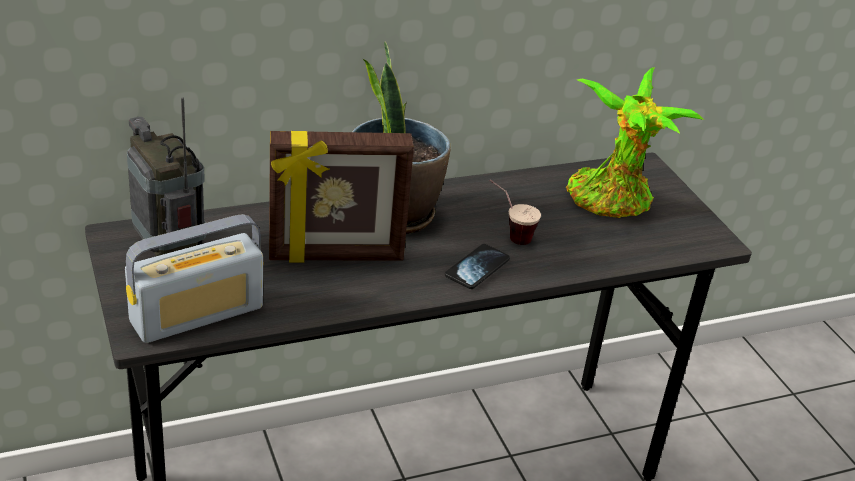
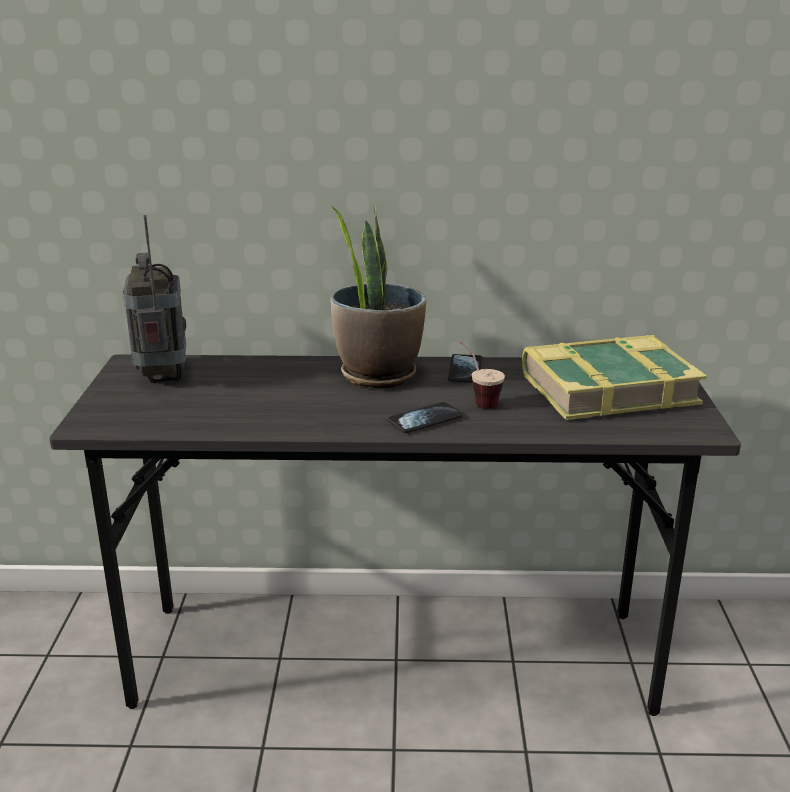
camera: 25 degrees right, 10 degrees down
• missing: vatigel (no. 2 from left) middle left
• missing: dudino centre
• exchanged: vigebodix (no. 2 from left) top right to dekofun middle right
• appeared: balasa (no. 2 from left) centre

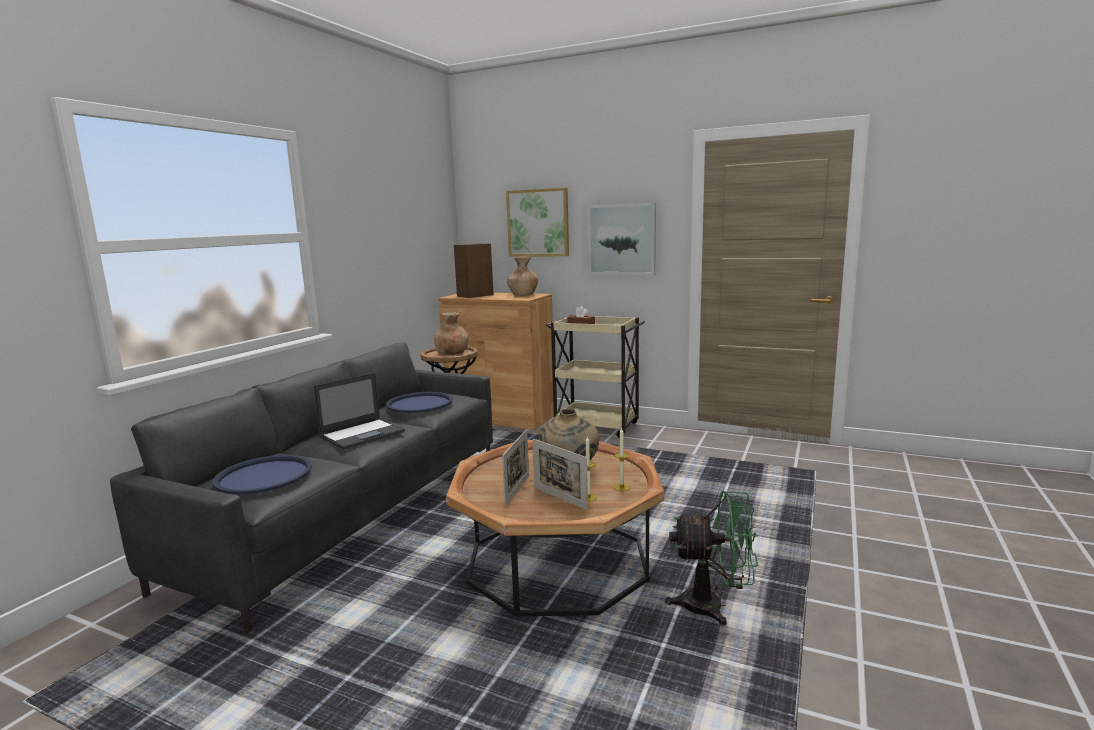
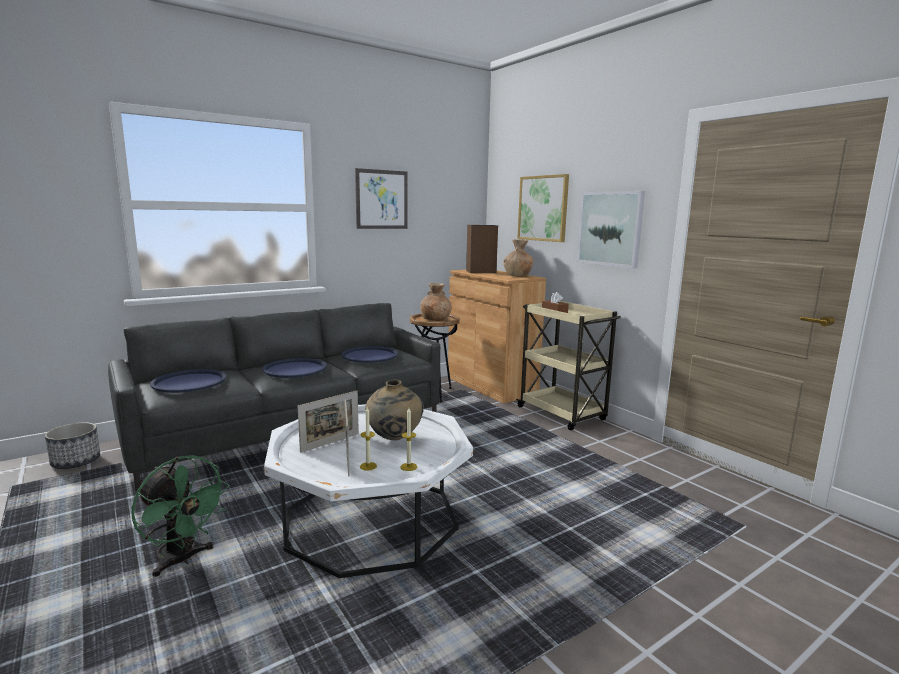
camera: 30 degrees right, 0 degrees up
• exchanged: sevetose middle left to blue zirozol (no. 2 from left) middle left
• colour: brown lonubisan bottom centre to white lonubisan bottom centre
• relocated: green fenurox bottom centre to bottom left
• appeared: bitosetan middle left
• appeared: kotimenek (no. 1 from left) top centre

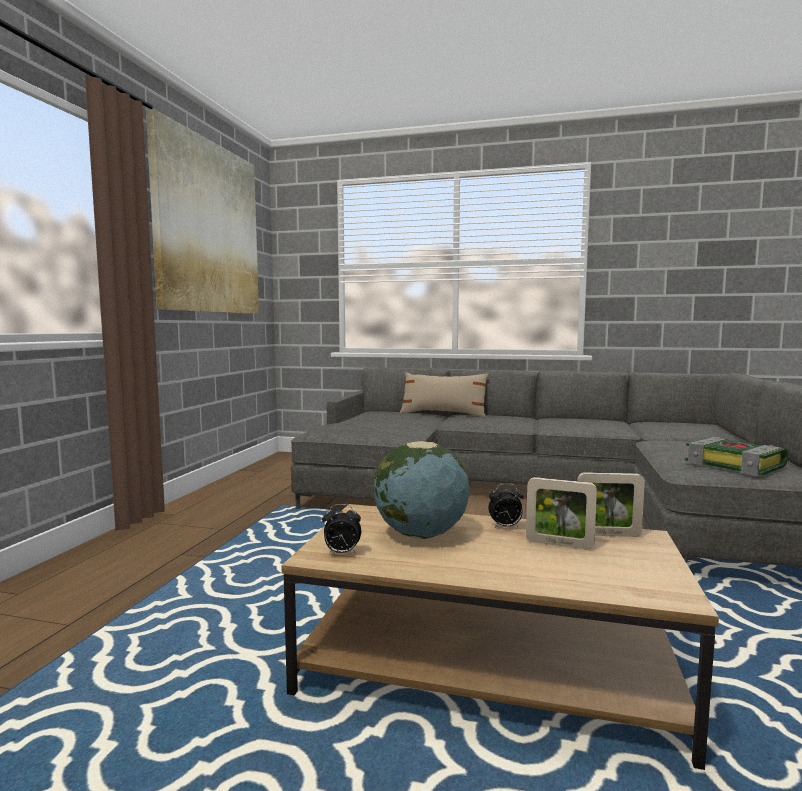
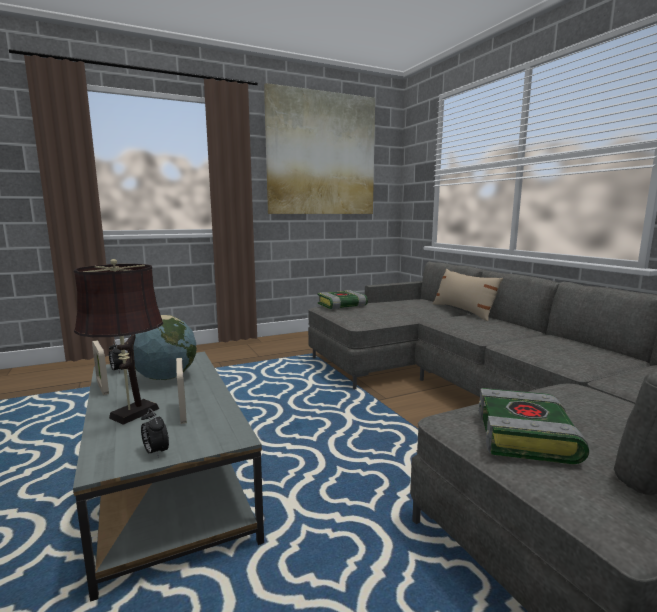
camera: 50 degrees right, 5 degrees up
• colour: brown lonubisan bottom centre to grey lonubisan bottom left
• relocated: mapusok (no. 2 from left) centre to bottom left
• relocated: dudino (no. 2 from left in the first image) middle right to dudino (no. 1 from left) middle left
• appeared: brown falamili middle left
• appeared: dekofun (no. 1 from left) centre

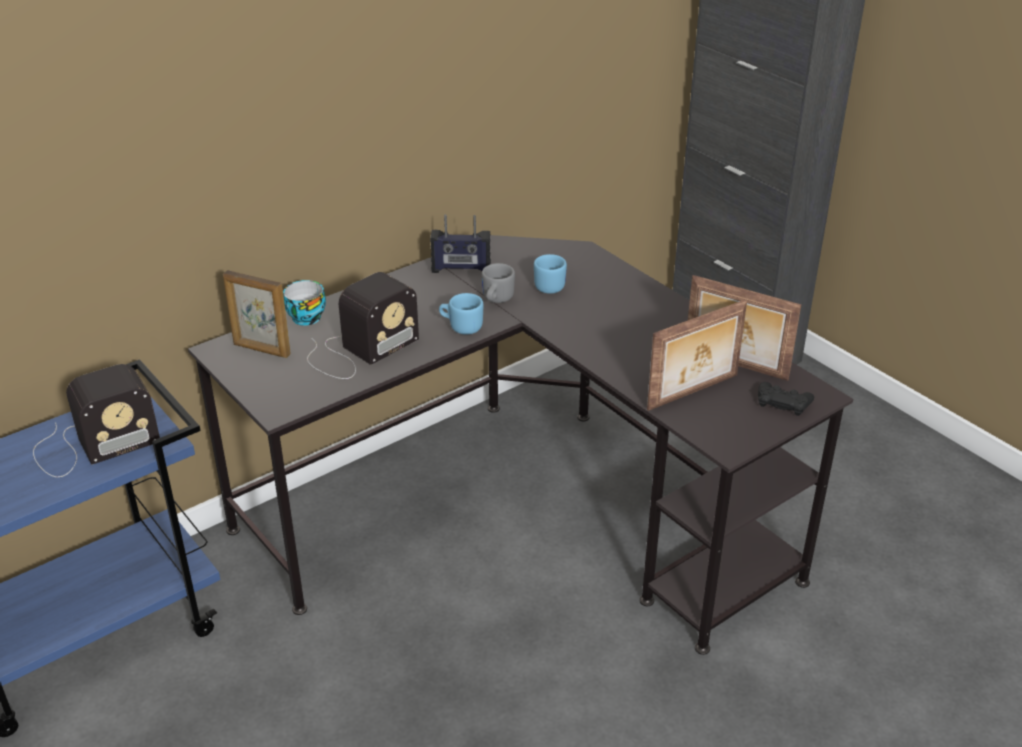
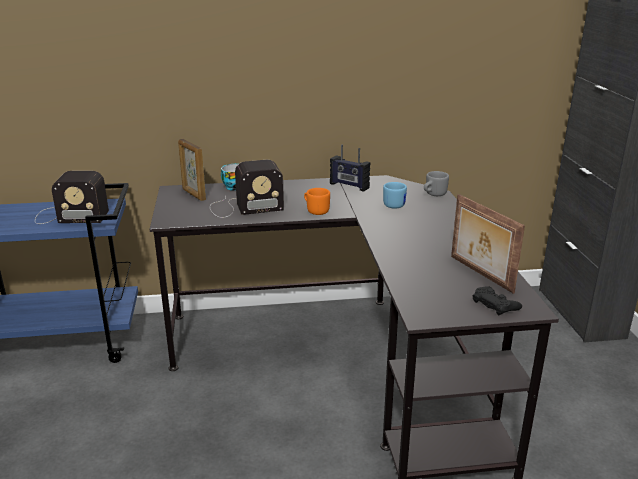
camera: 30 degrees right, 10 degrees down
• colour: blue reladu (no. 1 from left) centre to orange reladu centre
• relocated: grey reladu centre to middle right
• missing: dudino (no. 2 from left) middle right

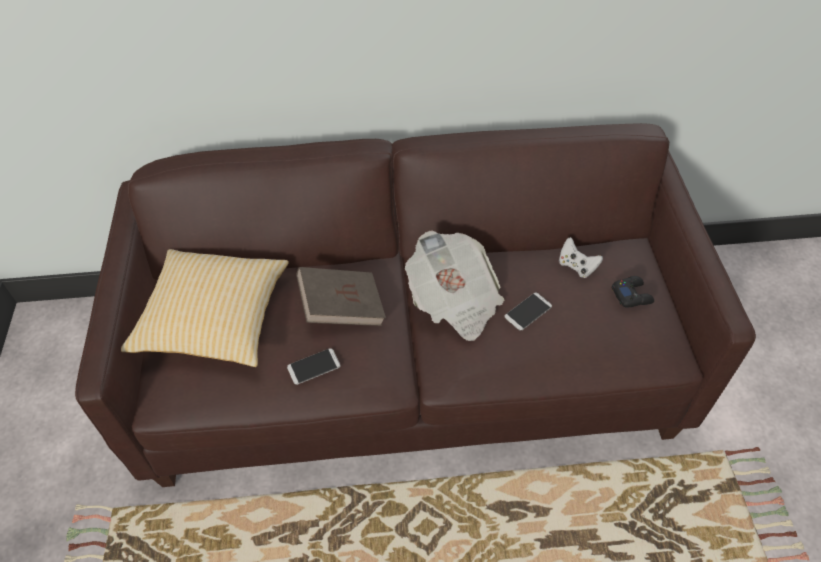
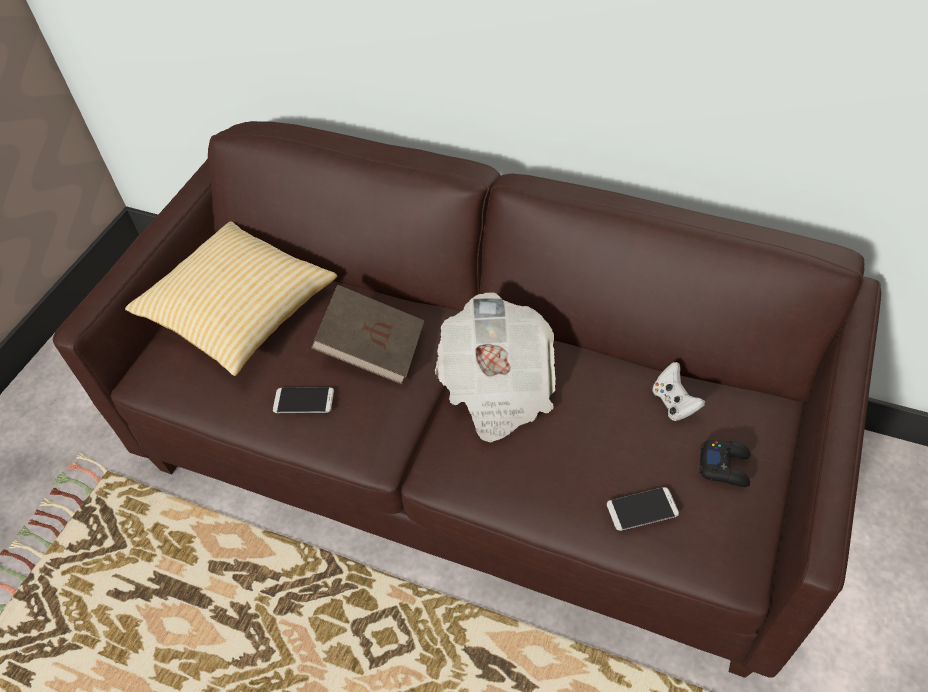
camera: 30 degrees right, 0 degrees up
• relocated: balasa (no. 2 from left) centre to bottom right

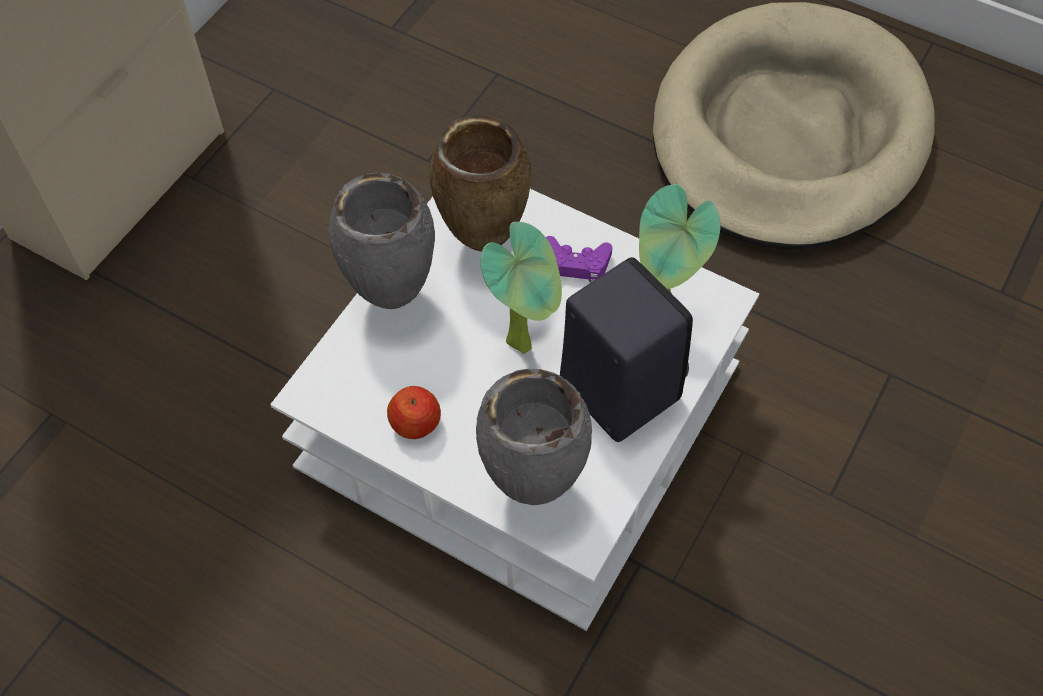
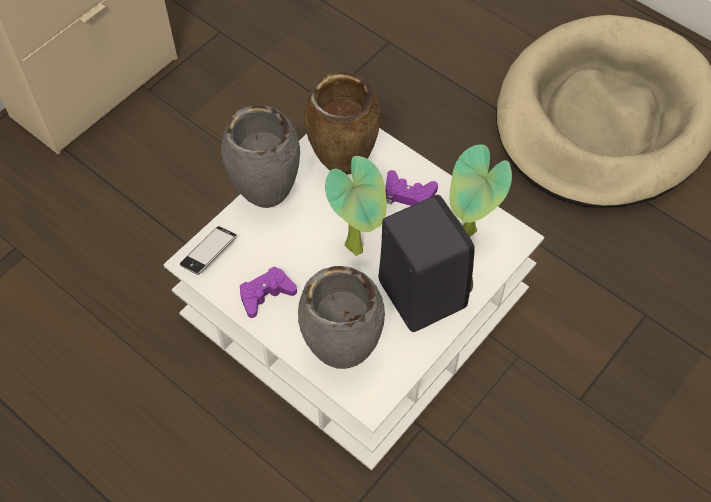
camera: 10 degrees right, 0 degrees up
• exchanged: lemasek centre to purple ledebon (no. 1 from left) centre
• appeared: balasa middle left

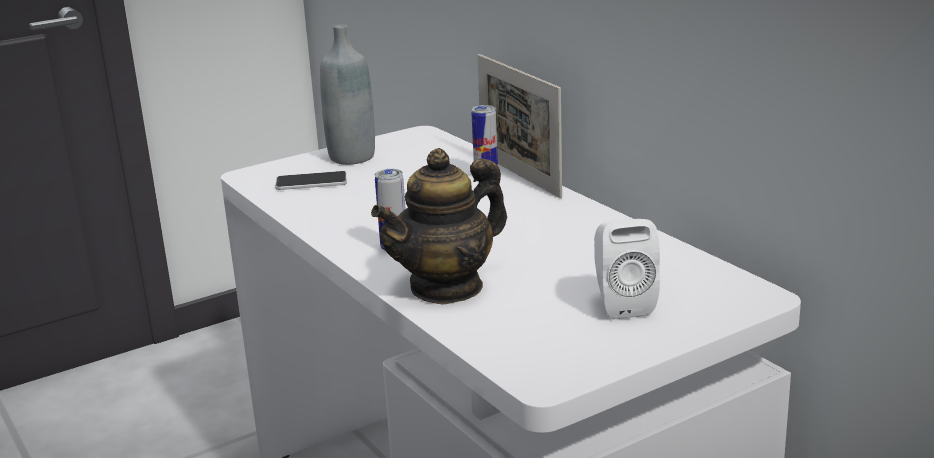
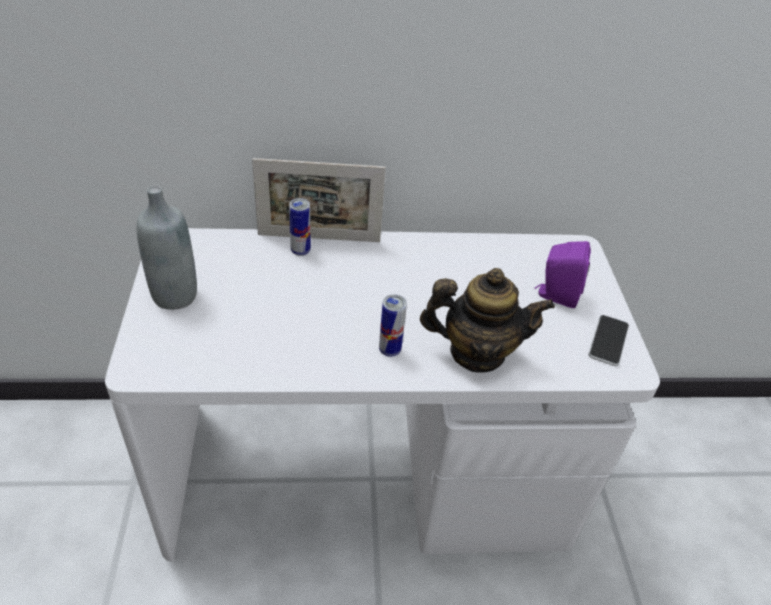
camera: 65 degrees left, 20 degrees up
• relocated: balasa middle left to middle right
• spun: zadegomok centre = centre 75 degrees counterclockwise
• colour: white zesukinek middle right to purple zesukinek middle right

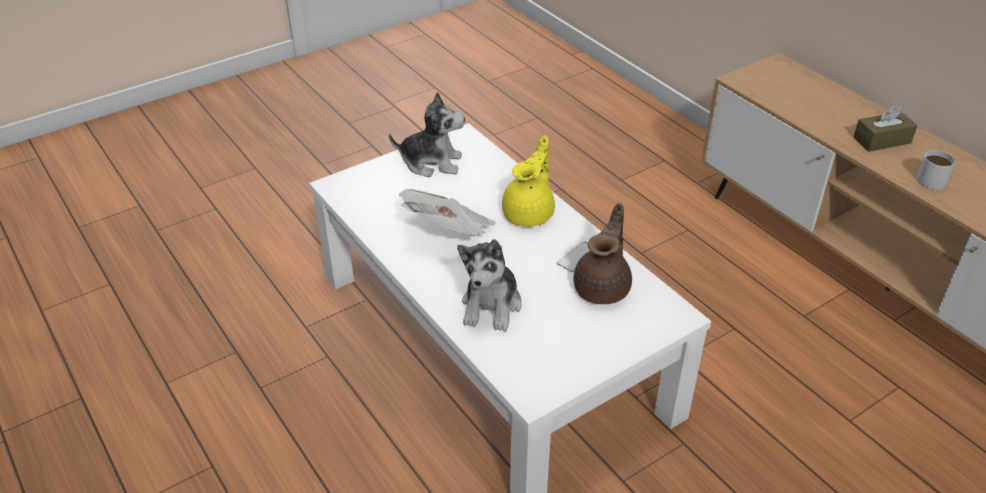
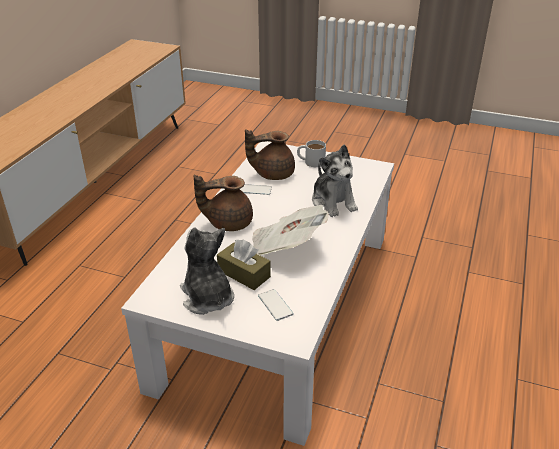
camera: 125 degrees left, 5 degrees down
• spun: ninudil (no. 2 from left) centre = centre 90 degrees clockwise
• colour: yellow zadegomok centre to brown zadegomok (no. 1 from left) centre
• relocated: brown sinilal top right to centre
• relocated: white reladu middle right to centre
• appeared: balasa (no. 2 from left) bottom centre

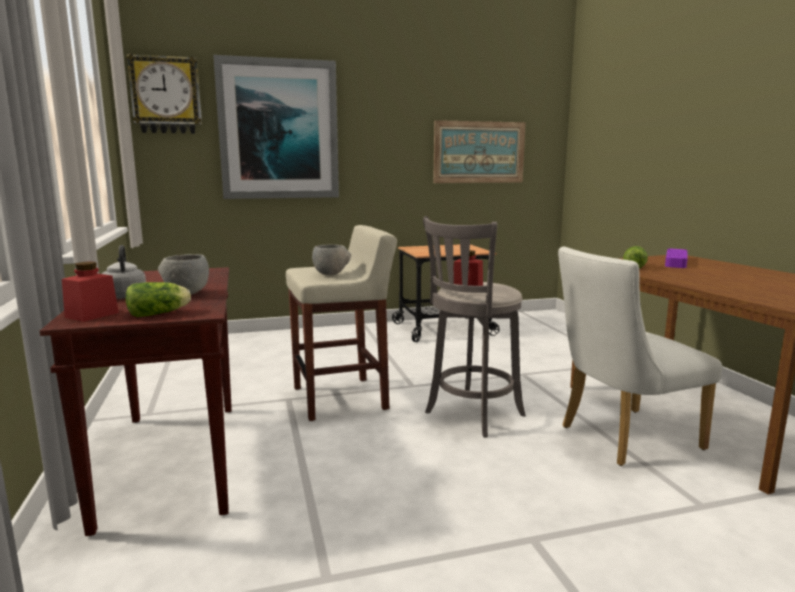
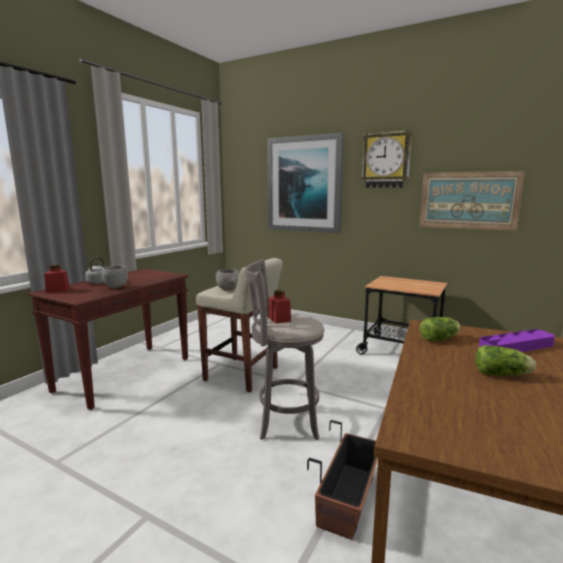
camera: 45 degrees right, 0 degrees up
• relocated: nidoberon top left to top right
• relocated: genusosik (no. 1 from left in the first image) middle left to genusosik (no. 2 from left) middle right
• exchanged: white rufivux middle right to bitosetan bottom centre

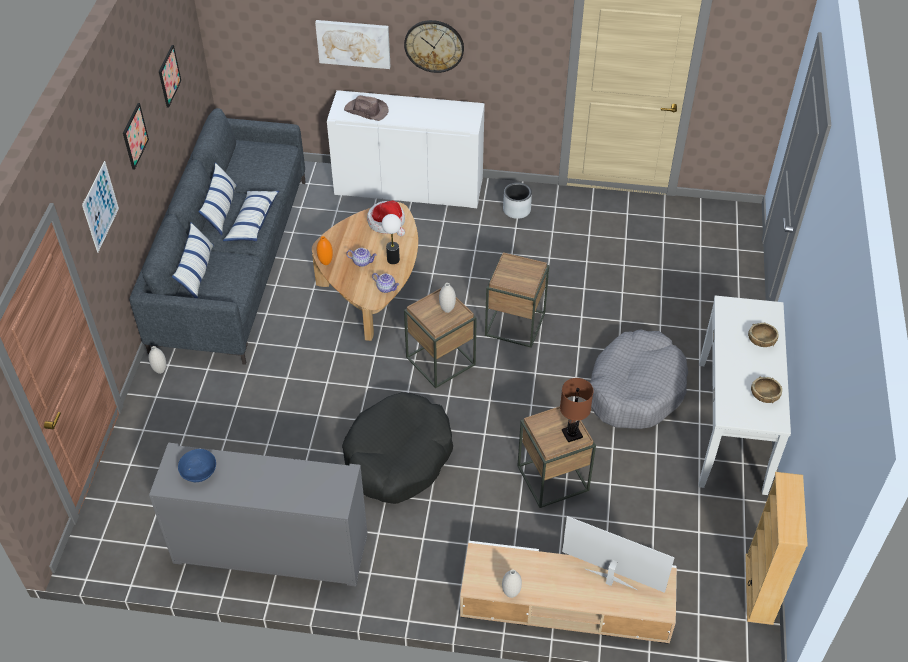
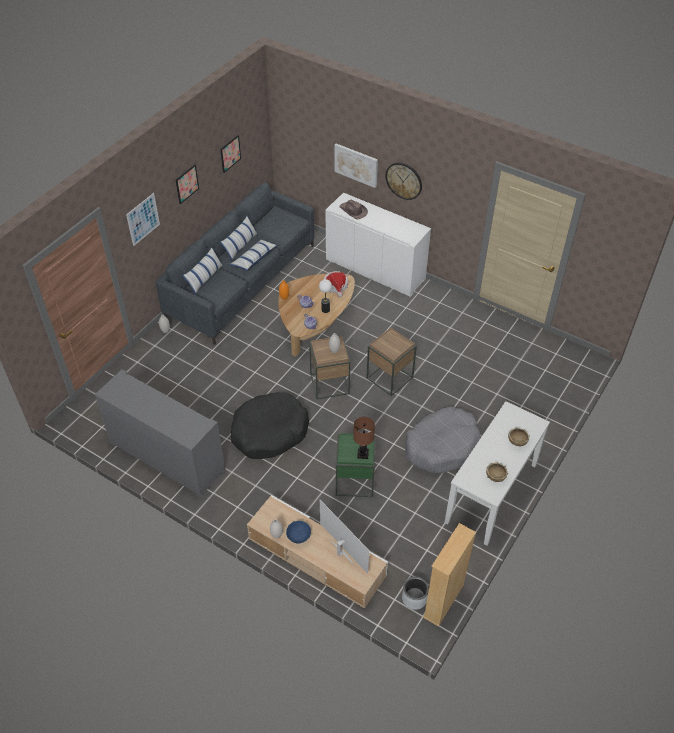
camera: 25 degrees right, 0 degrees up
• relocated: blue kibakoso bottom left to bottom centre
• relocated: grey bitosetan top centre to bottom centre
• colour: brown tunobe (no. 3 from left) bottom centre to green tunobe centre

